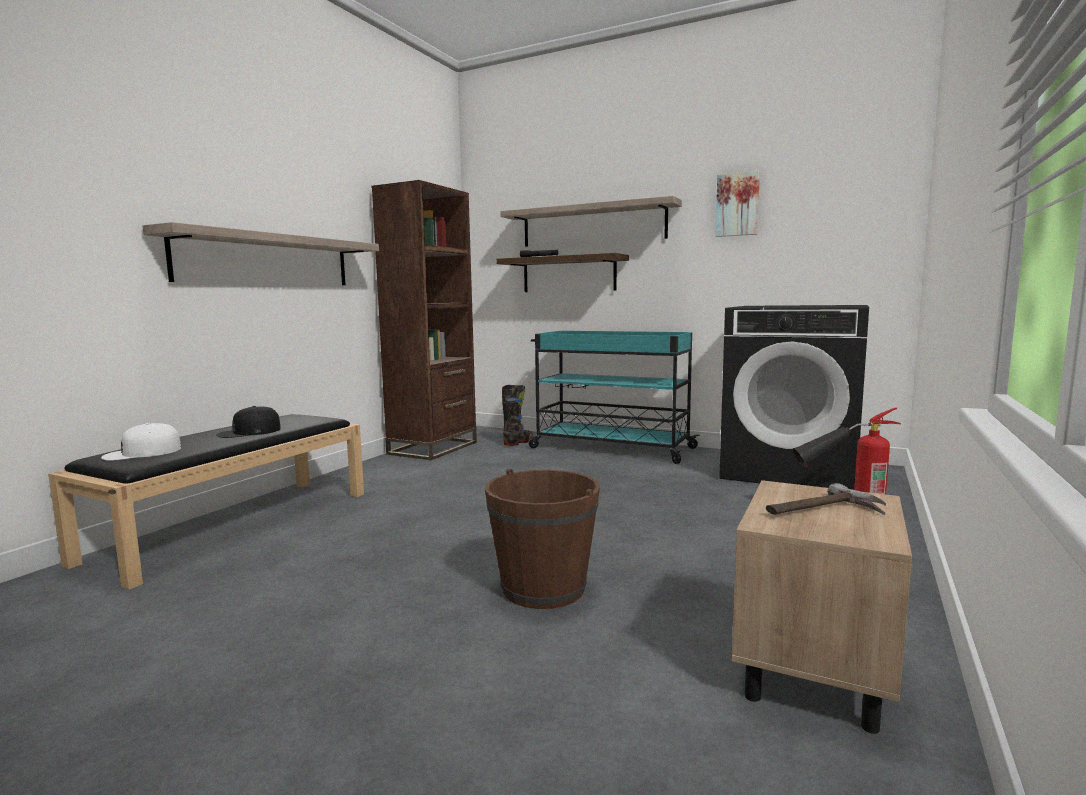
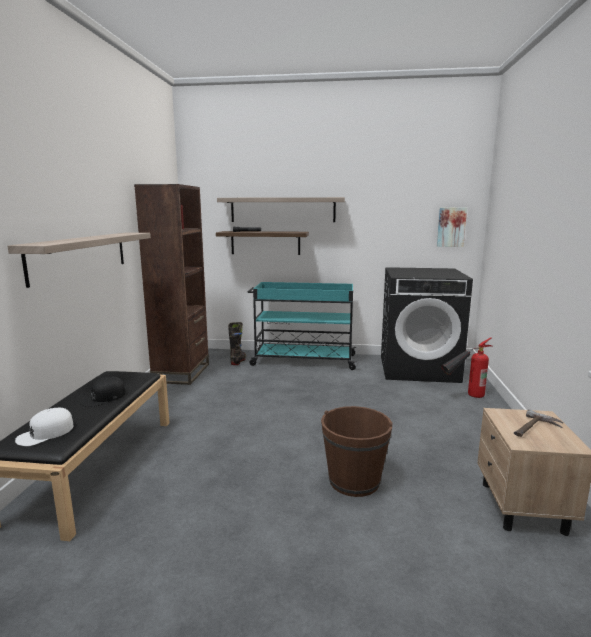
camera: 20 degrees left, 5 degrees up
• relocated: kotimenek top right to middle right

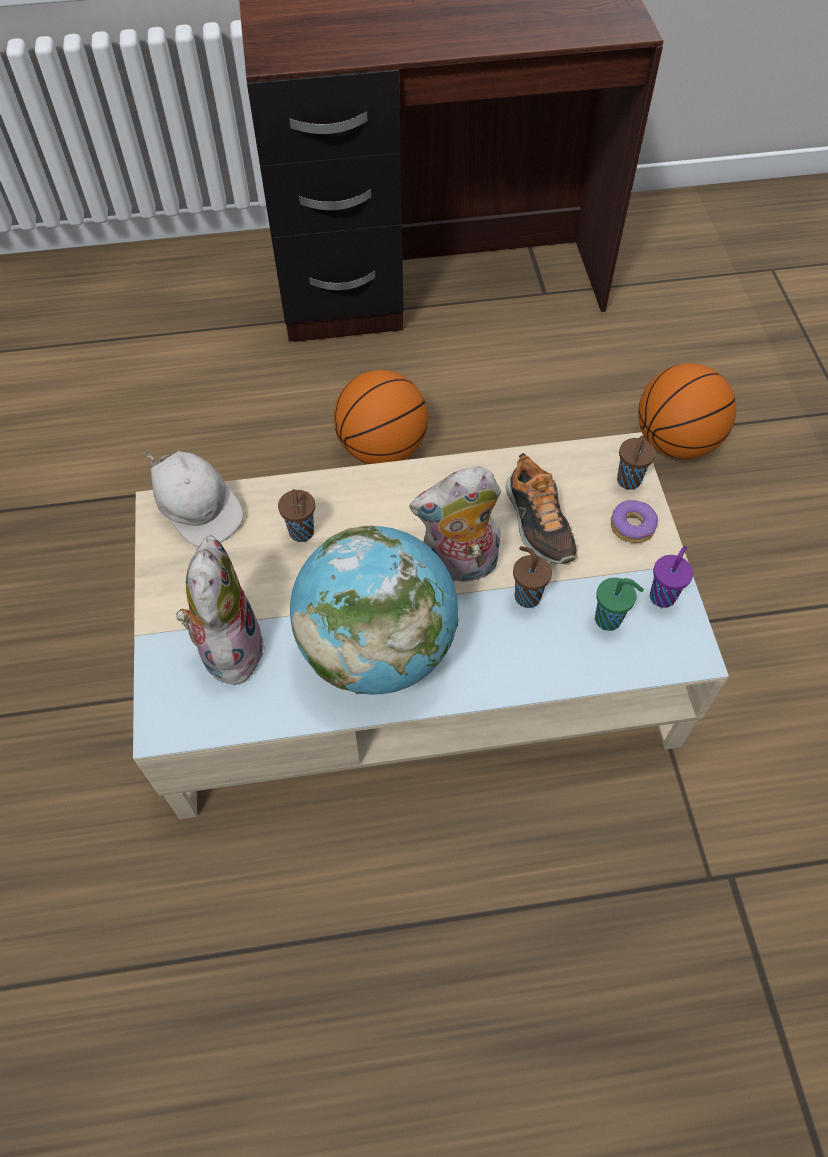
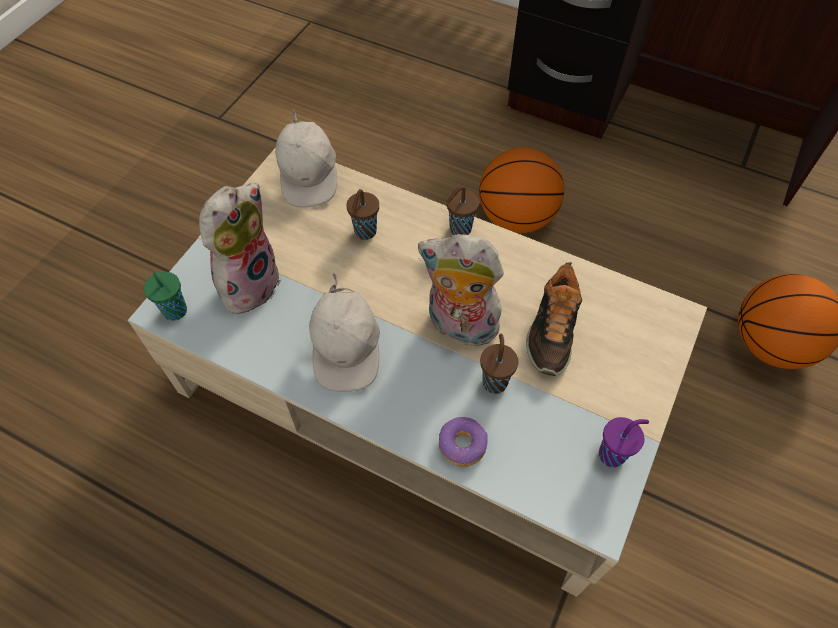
camera: 35 degrees right, 0 degrees up
• exchanged: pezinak centre to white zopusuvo (no. 2 from left) centre
• relocated: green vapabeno middle right to middle left
• relocated: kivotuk middle right to bottom centre
• relocated: brown vapabeno (no. 3 from left in the first image) middle right to brown vapabeno (no. 2 from left) centre

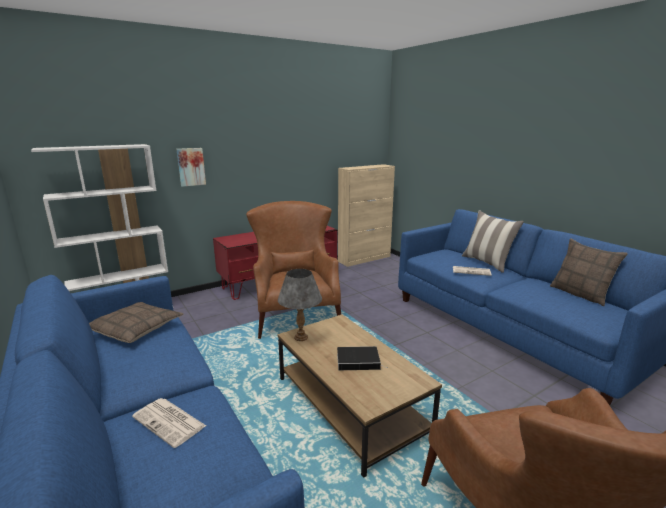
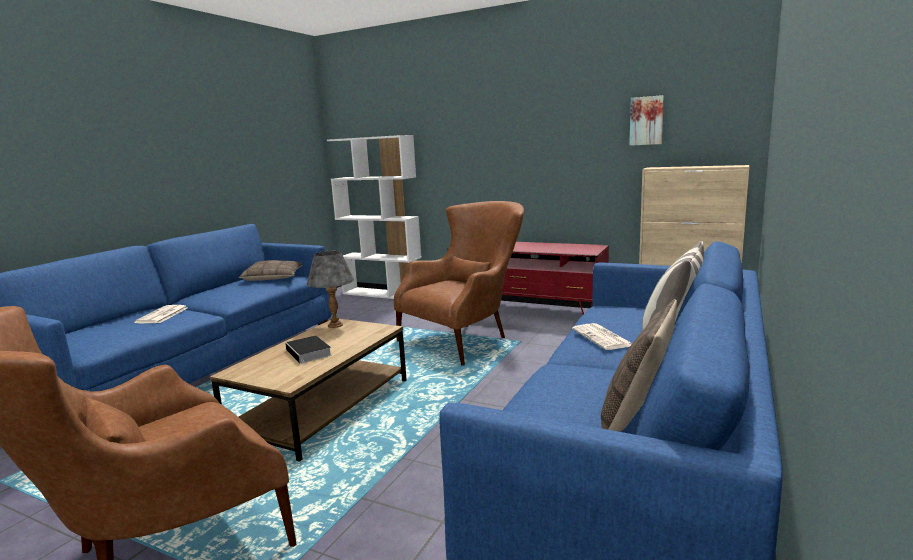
camera: 60 degrees right, 5 degrees down
• relocated: kotimenek top left to top right

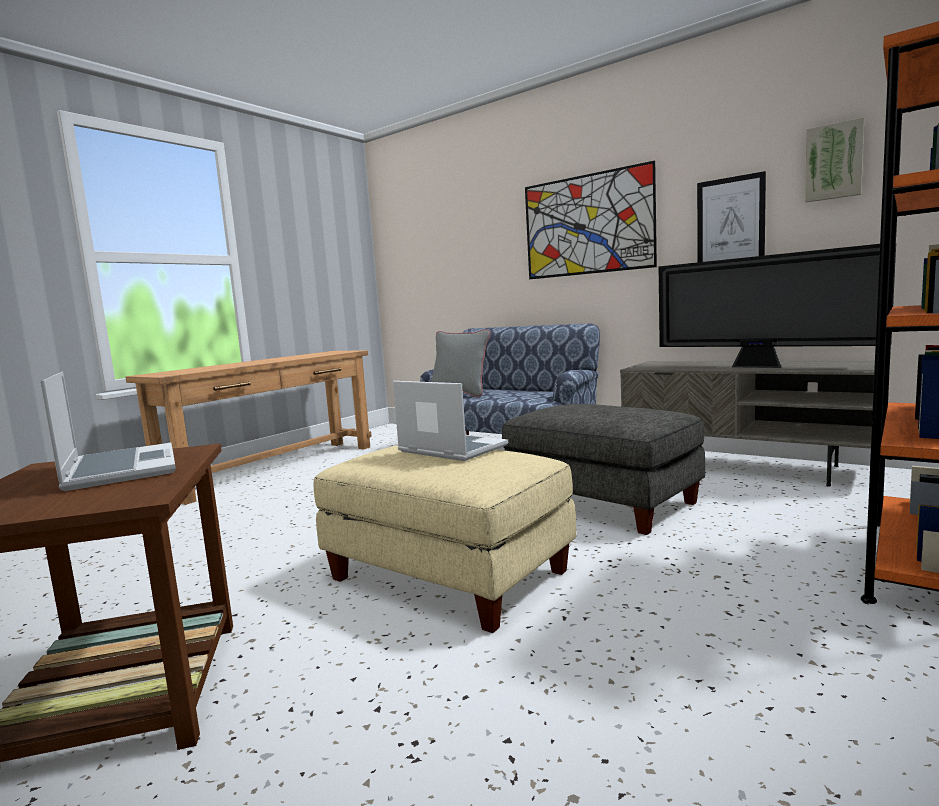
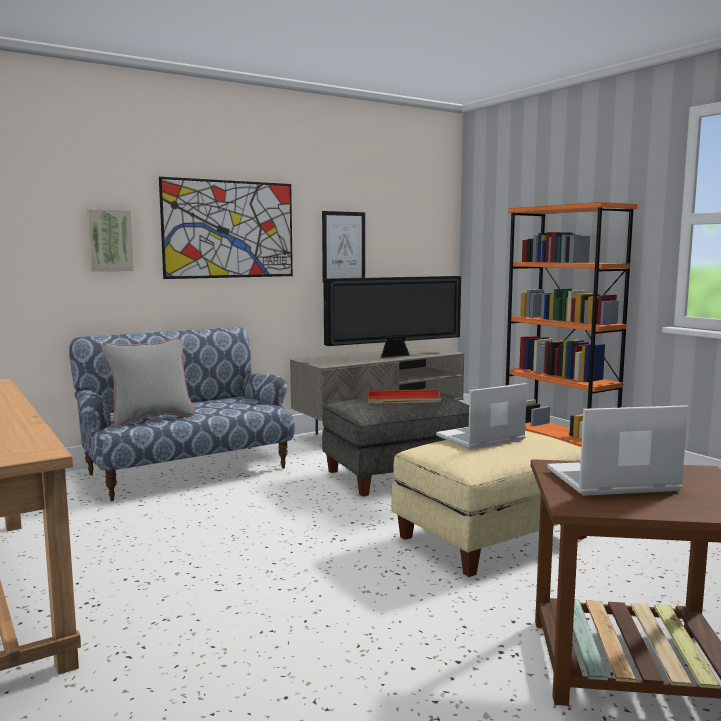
camera: 70 degrees left, 0 degrees up
• relocated: kotimenek (no. 3 from left in the first image) top right to kotimenek (no. 1 from left) top left
• appeared: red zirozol centre

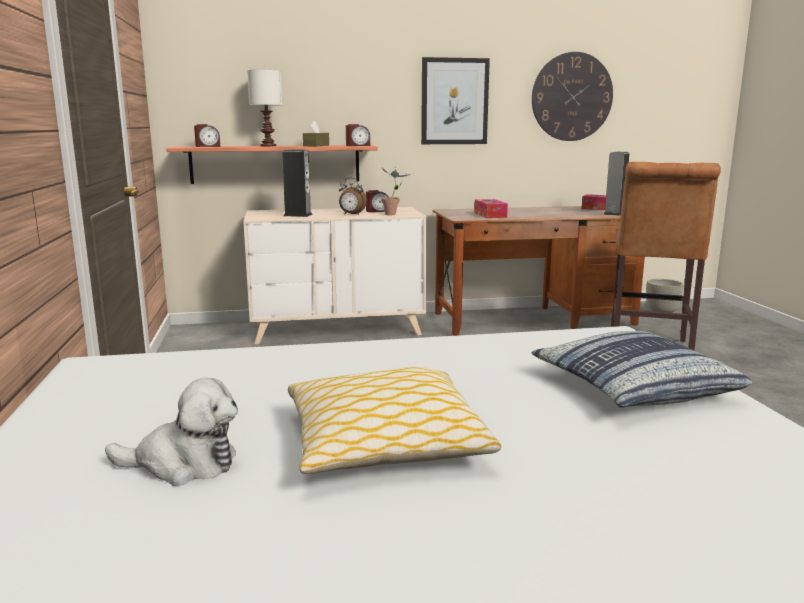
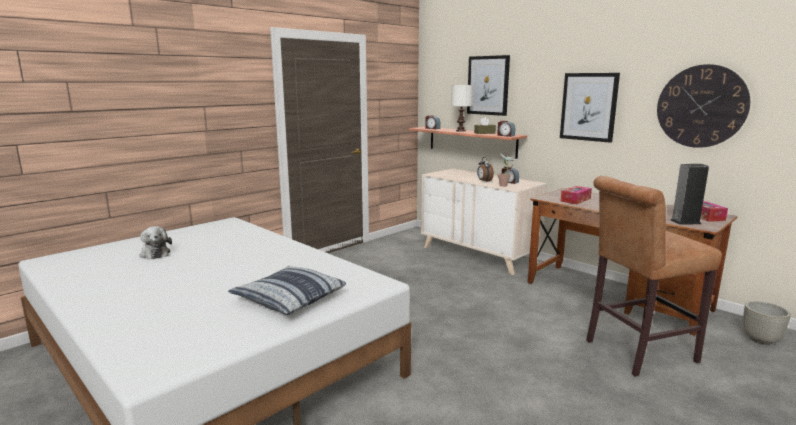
camera: 55 degrees right, 0 degrees up
• missing: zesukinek (no. 1 from left) top centre
• missing: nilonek (no. 1 from left) bottom centre
• appeared: kotimenek (no. 1 from left) top centre

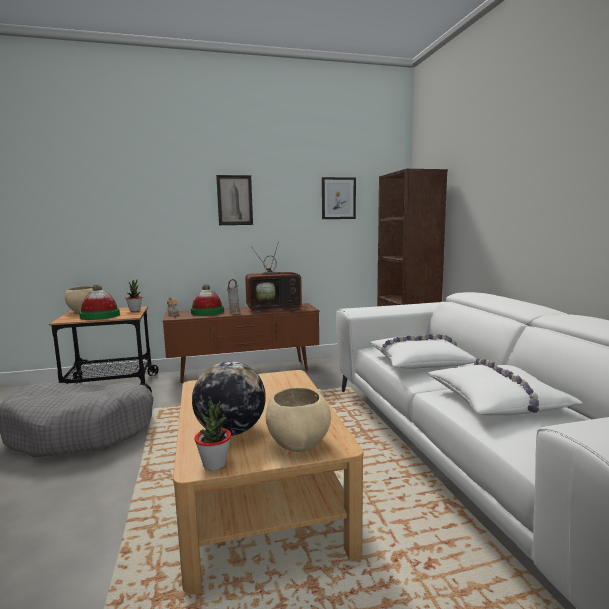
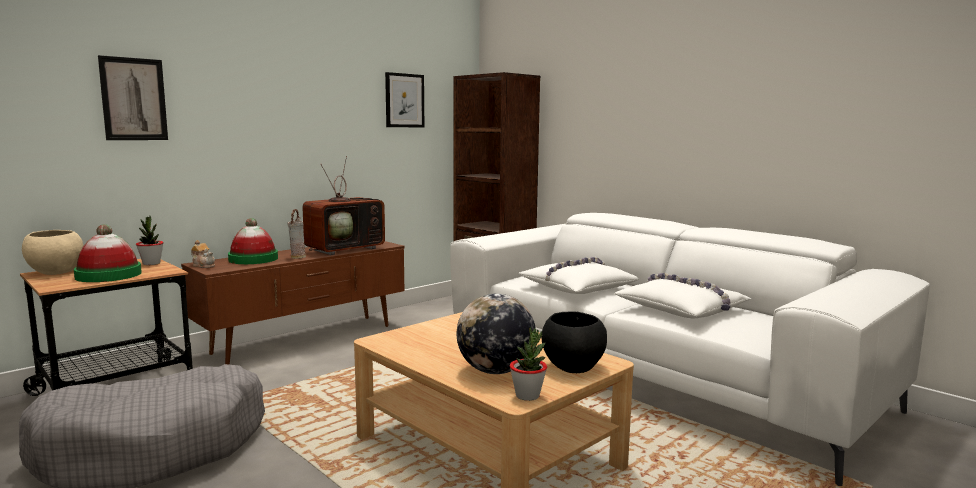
camera: 30 degrees left, 0 degrees up
• relocated: kotimenek (no. 1 from left) top centre to top left
• colour: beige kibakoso (no. 2 from left) bottom centre to black kibakoso bottom centre

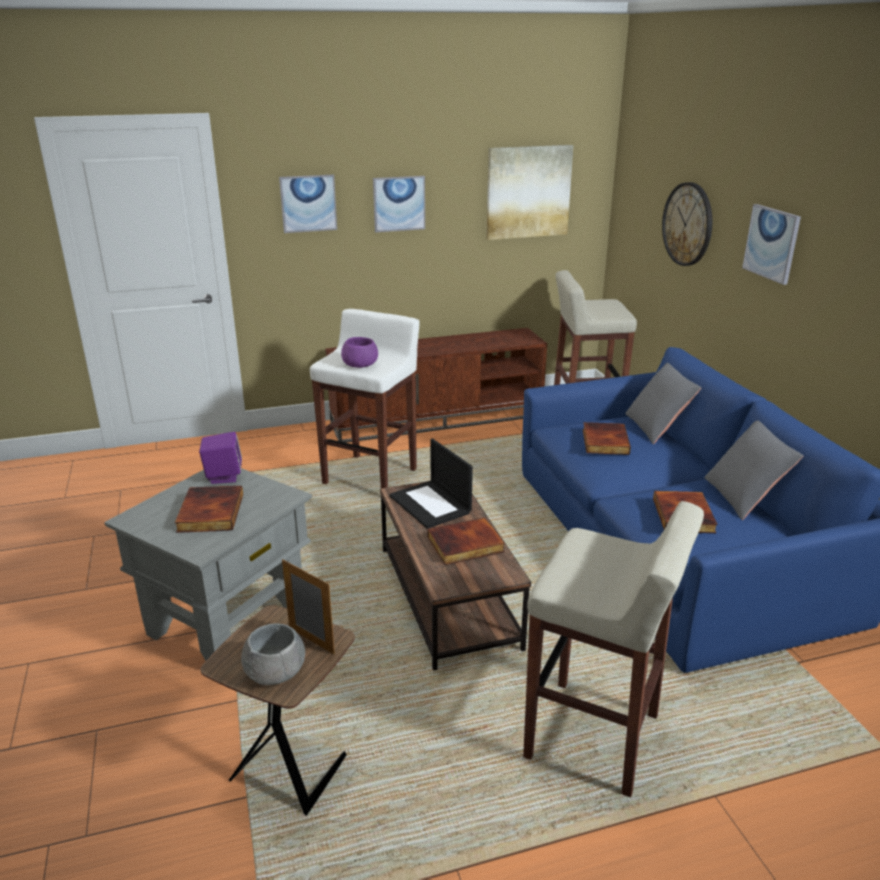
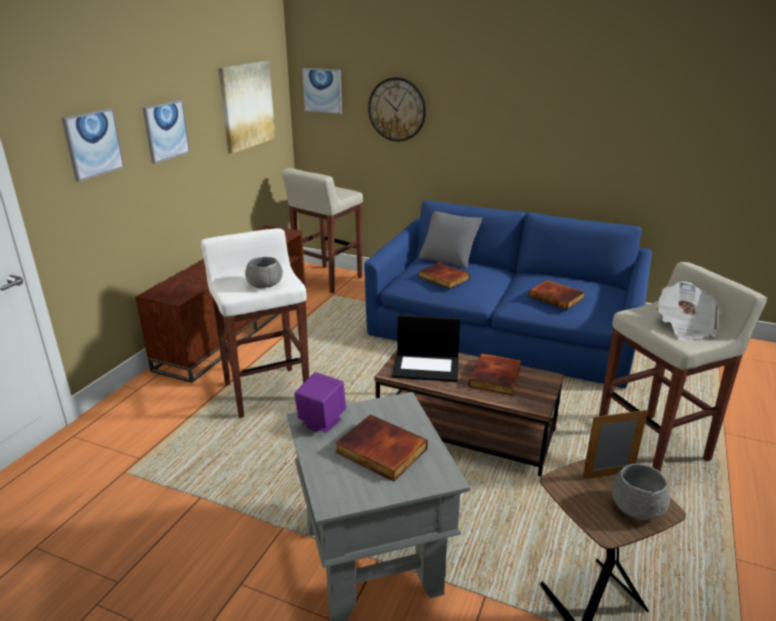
camera: 50 degrees left, 0 degrees up
• colour: purple kibakoso centre to grey kibakoso (no. 1 from left) centre
• missing: grey nilonek (no. 2 from left) middle right
• relocated: kotimenek (no. 4 from left) top right to top centre
• appeared: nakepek middle right

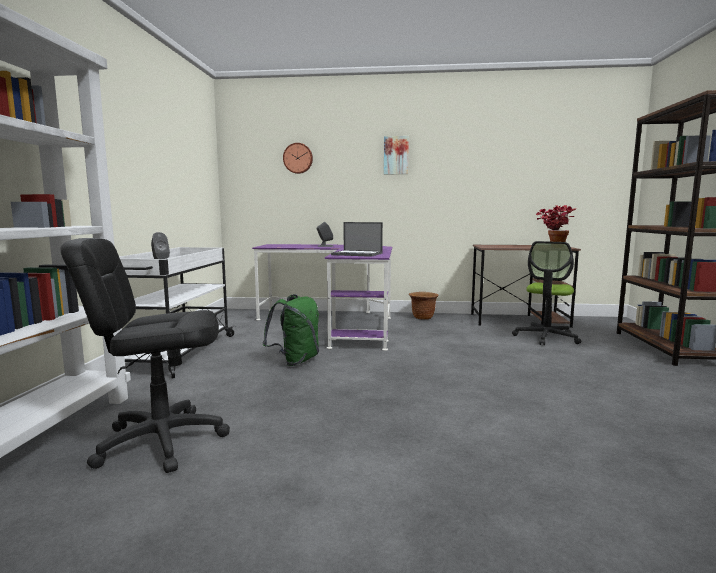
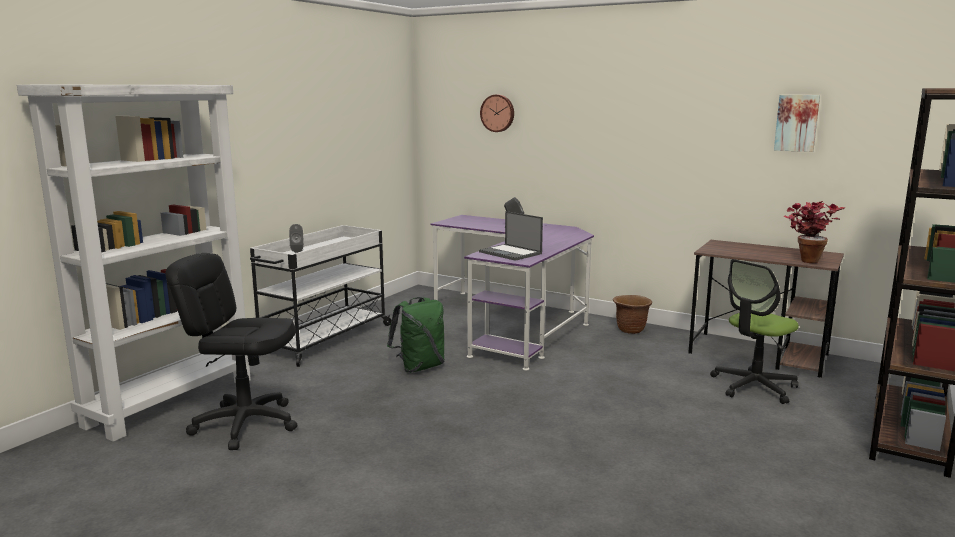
camera: 25 degrees right, 5 degrees up
• relocated: kotimenek top centre to top right

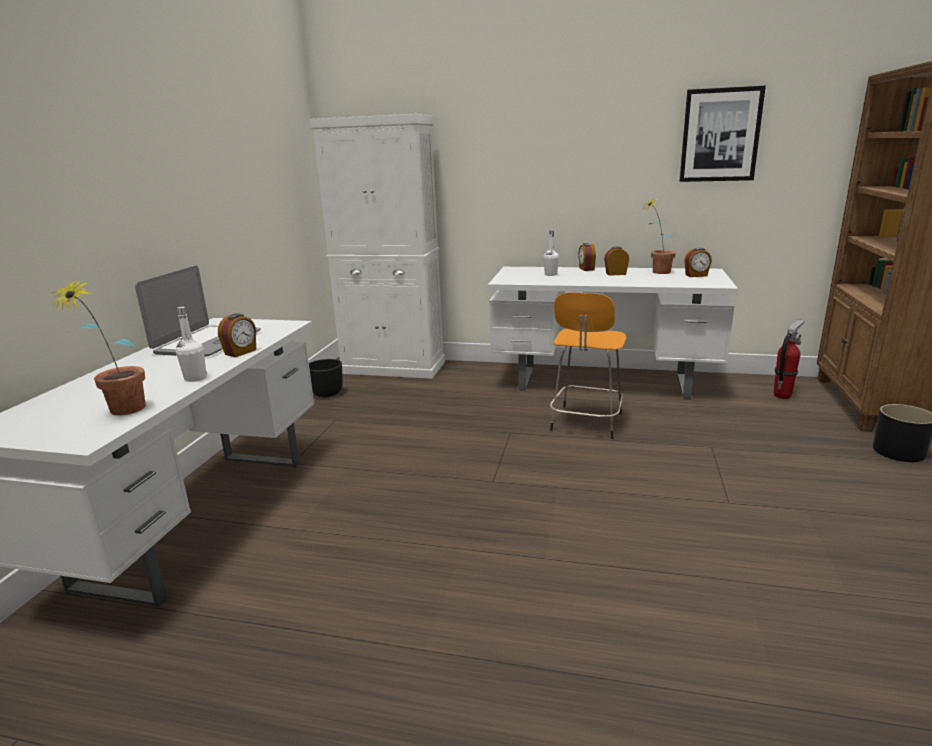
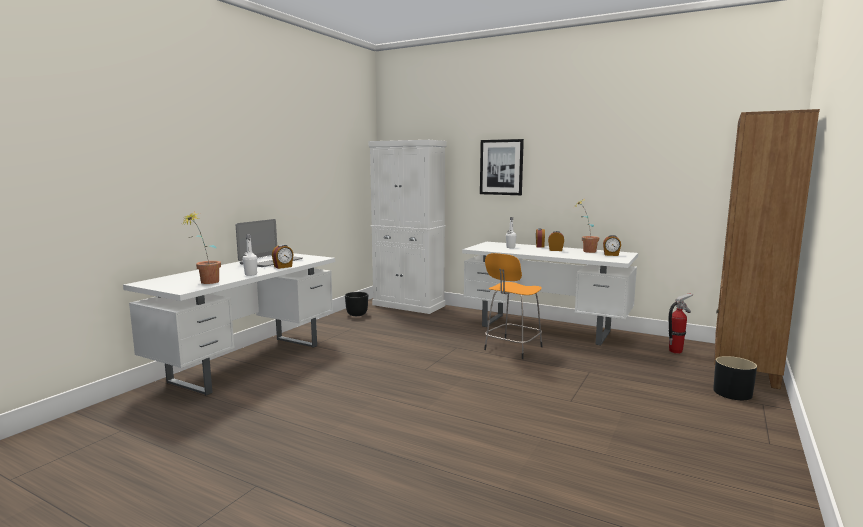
camera: 15 degrees right, 10 degrees down
• relocated: kotimenek top right to top centre

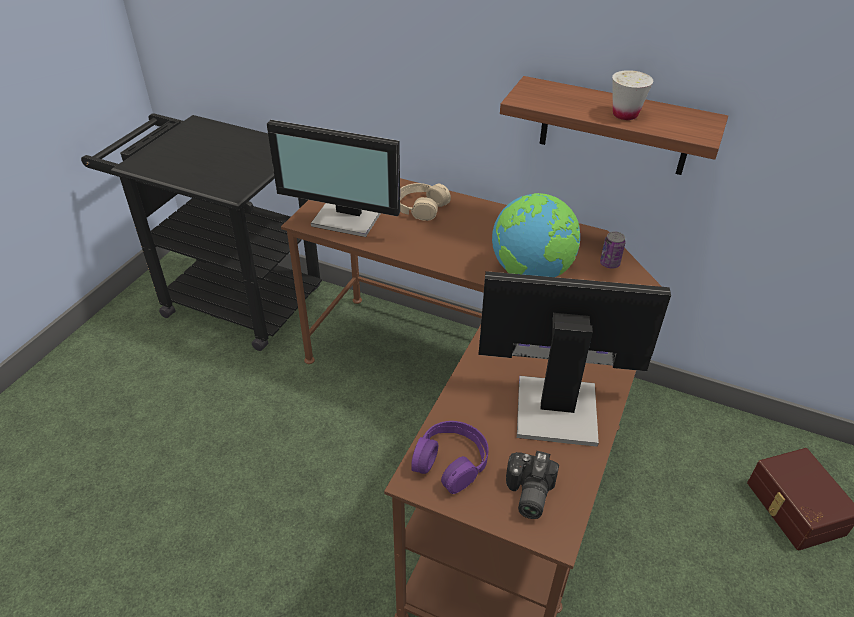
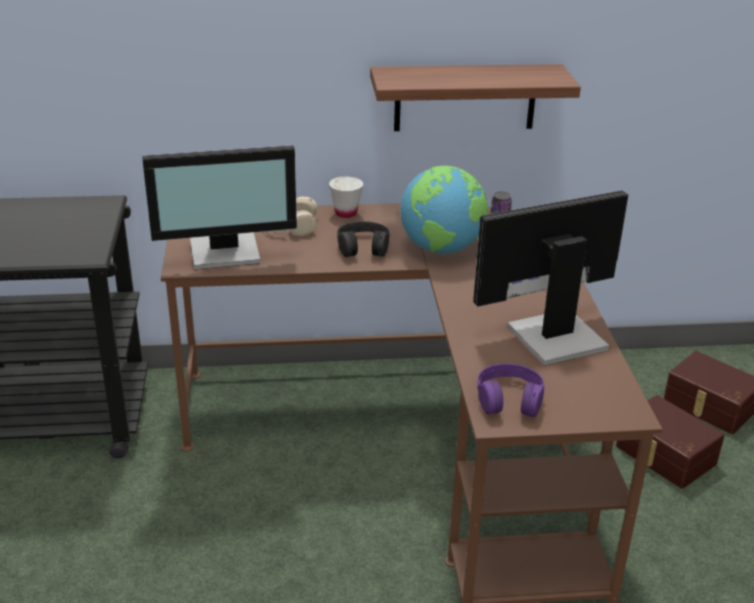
camera: 30 degrees left, 10 degrees down
• missing: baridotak bottom centre
• relocated: white vapabeno top right to top centre
• appeared: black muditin centre
• appeared: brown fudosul (no. 1 from left) bottom right

